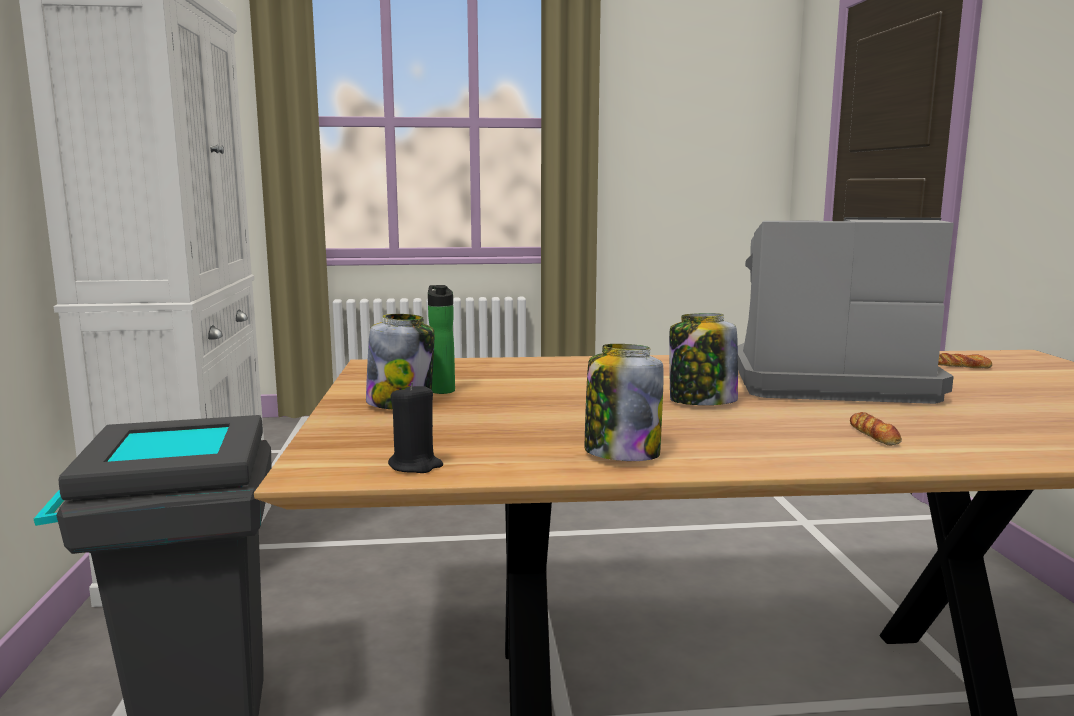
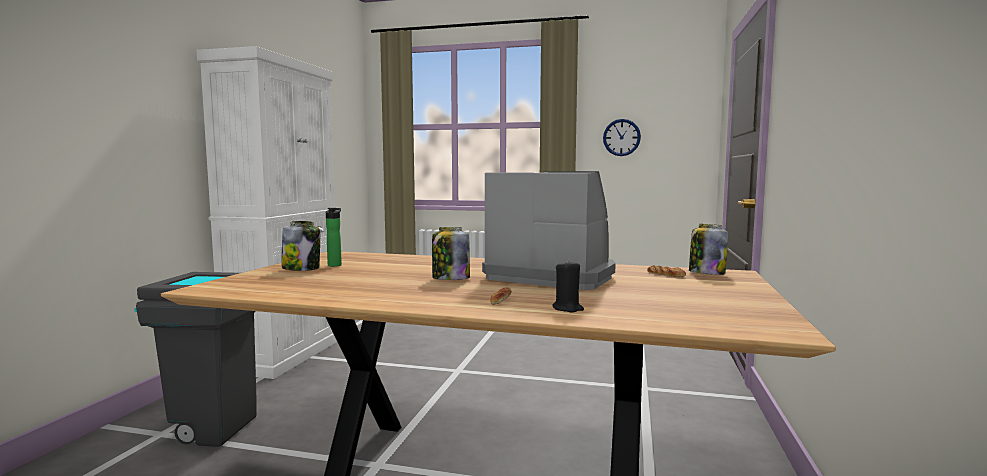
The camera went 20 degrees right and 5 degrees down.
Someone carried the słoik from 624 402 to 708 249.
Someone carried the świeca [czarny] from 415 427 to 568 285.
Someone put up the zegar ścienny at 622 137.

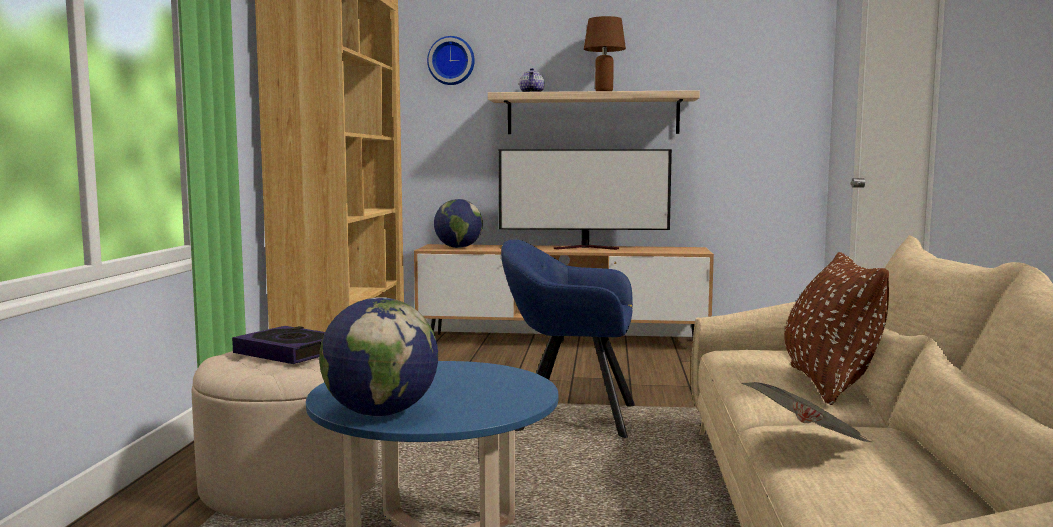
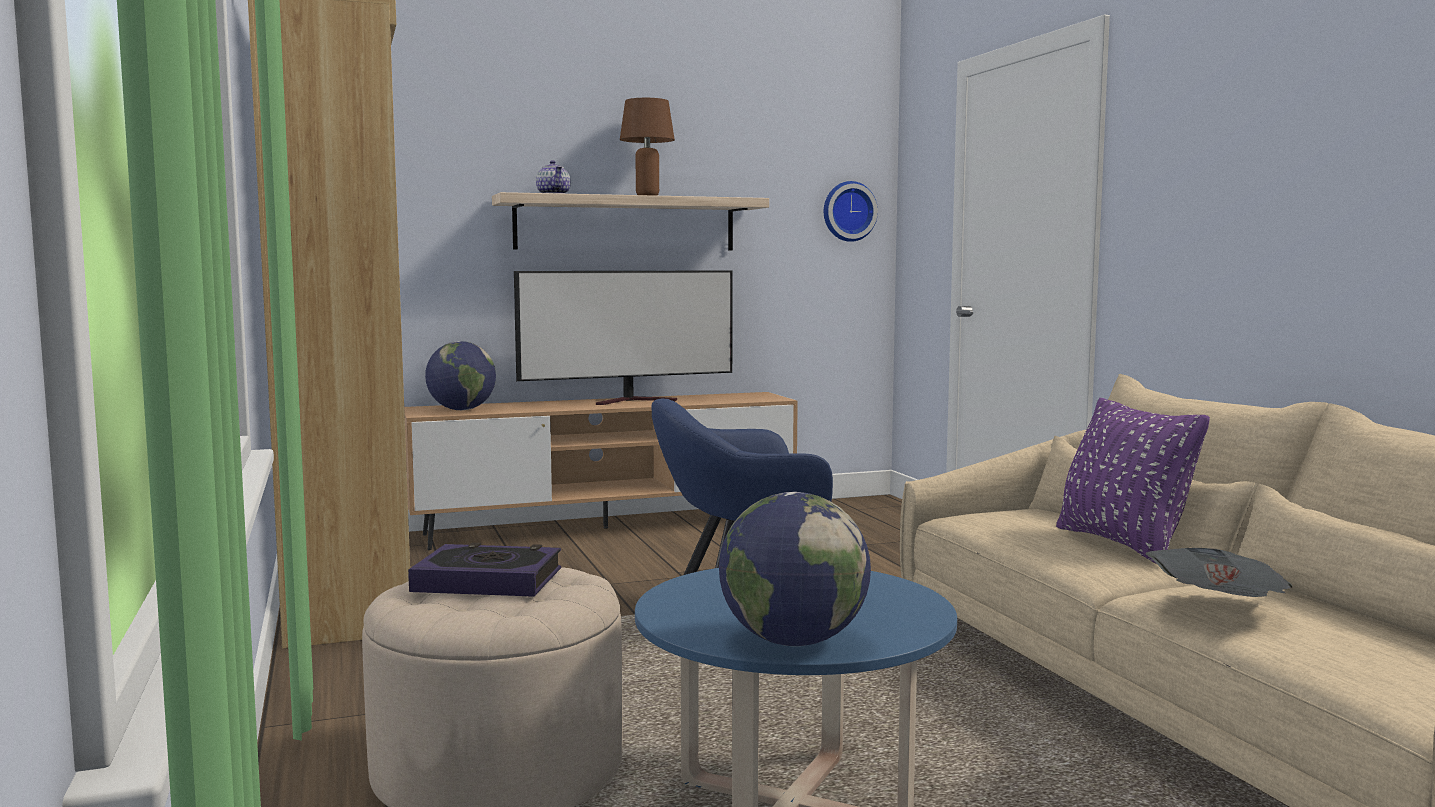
The camera went 25 degrees left and 0 degrees up.
Someone carried the zegar ścienny from 451 60 to 851 211.
Someone repainted the poduszka [brązowy] at 837 328, which became the poduszka [fioletowy] at 1133 480.

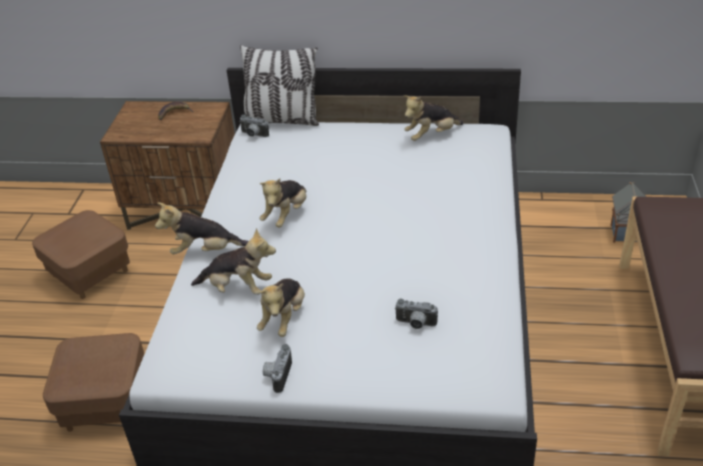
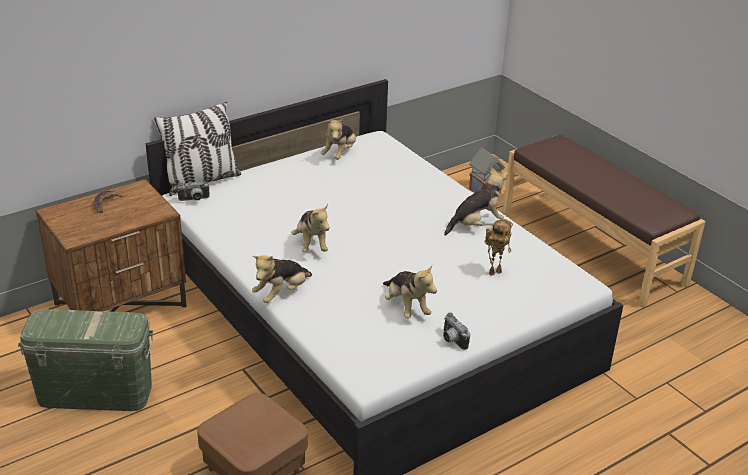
The camera went 45 degrees left and 5 degrees down.
Someone swapped the pufa [brązowy] at 81 254 for the pojemnik do przechowywania [zielony] at 85 360.
Someone carried the pluszak from 233 261 to 476 201.
Someone swapped the aparat fotograficzny at 416 314 for the robot zabawkowy at 499 247.

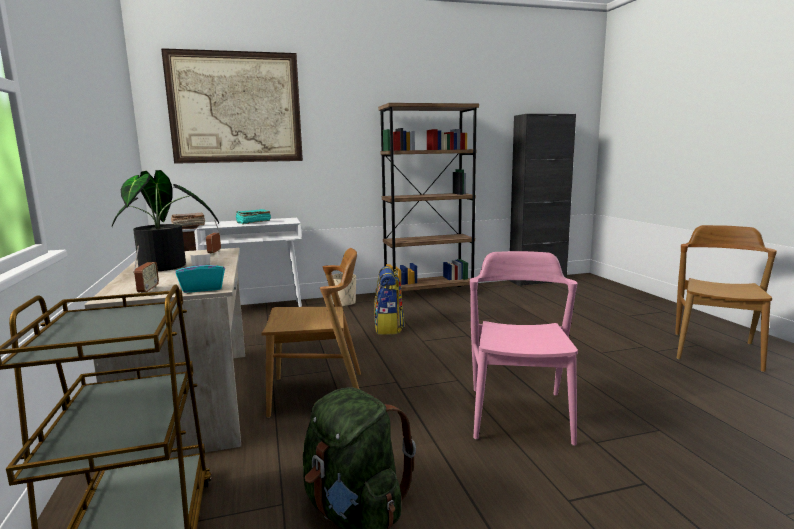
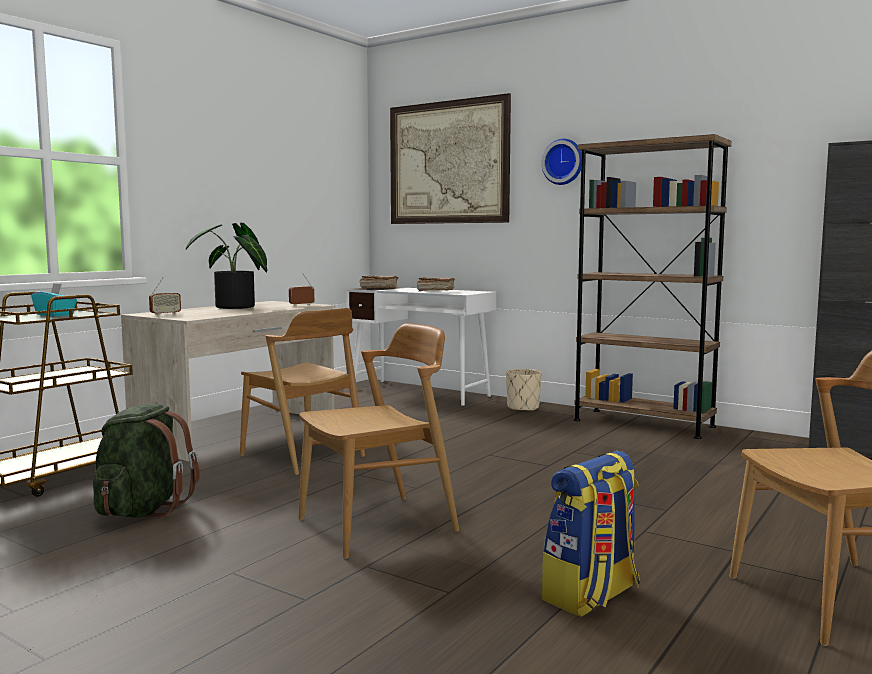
The camera went 50 degrees right and 5 degrees down.
Someone repainted the książka [turkusowy] at 253 217, which became the książka [brązowy] at 436 284.
Someone repainted the krzesło [różowy] at 524 348, which became the krzesło [brązowy] at 378 441.
Someone carried the pudełko chusteczek [turkusowy] from 200 273 to 54 300.
Someone carried the plecak from 389 300 to 591 534.
Someone put up the zegar ścienny at 561 162.

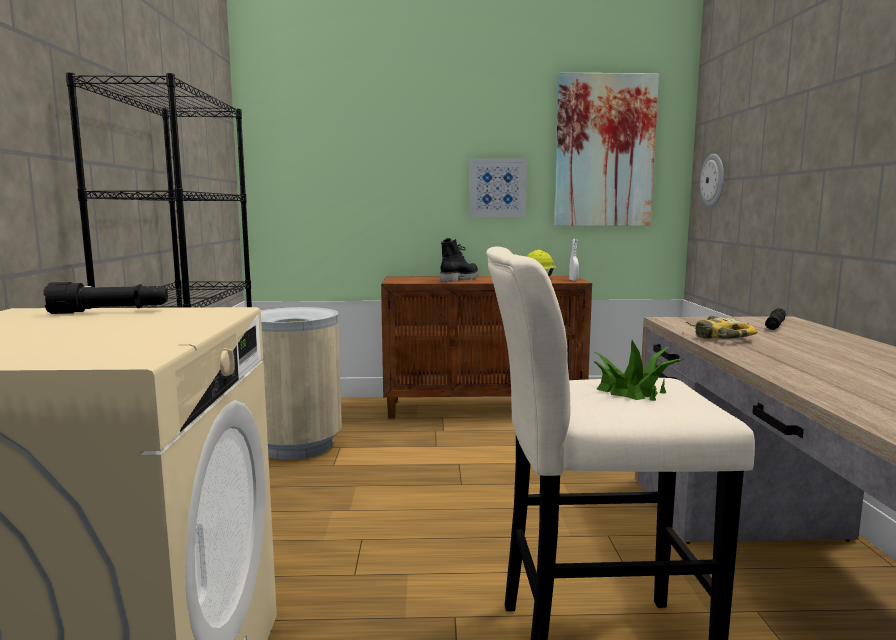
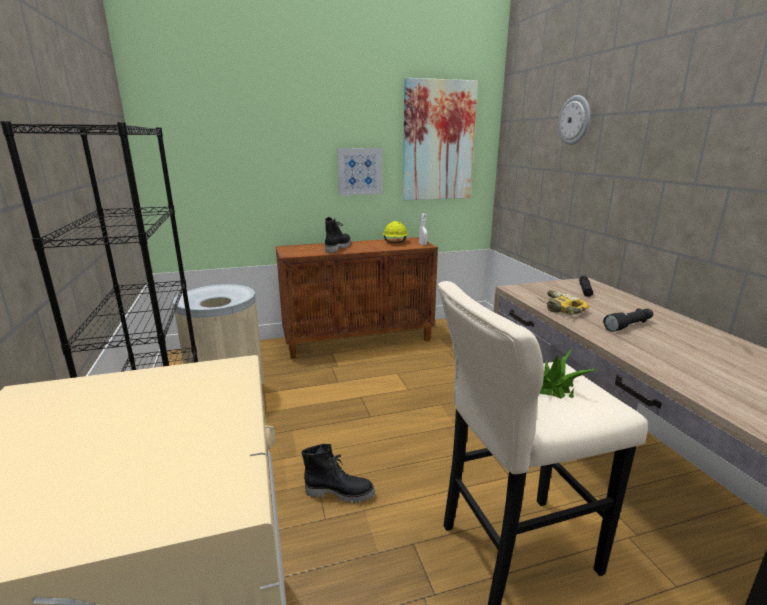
The camera went 15 degrees left and 10 degrees up.
Someone carried the zegar ścienny from 712 180 to 574 120.
Someone carried the latarka [czarny] from 105 298 to 628 320.
Someone put down the but z cholewką [czarny] at 338 473.

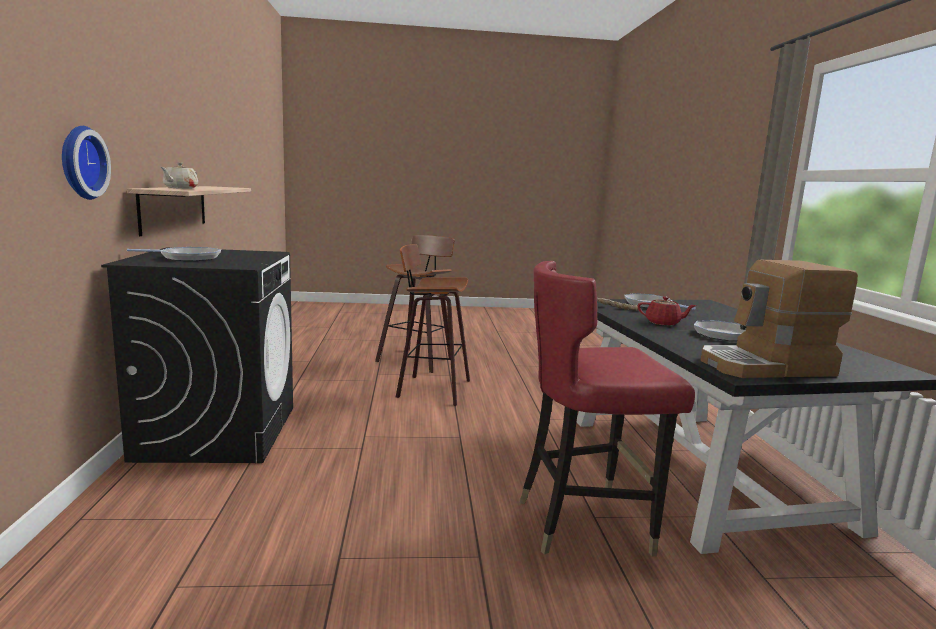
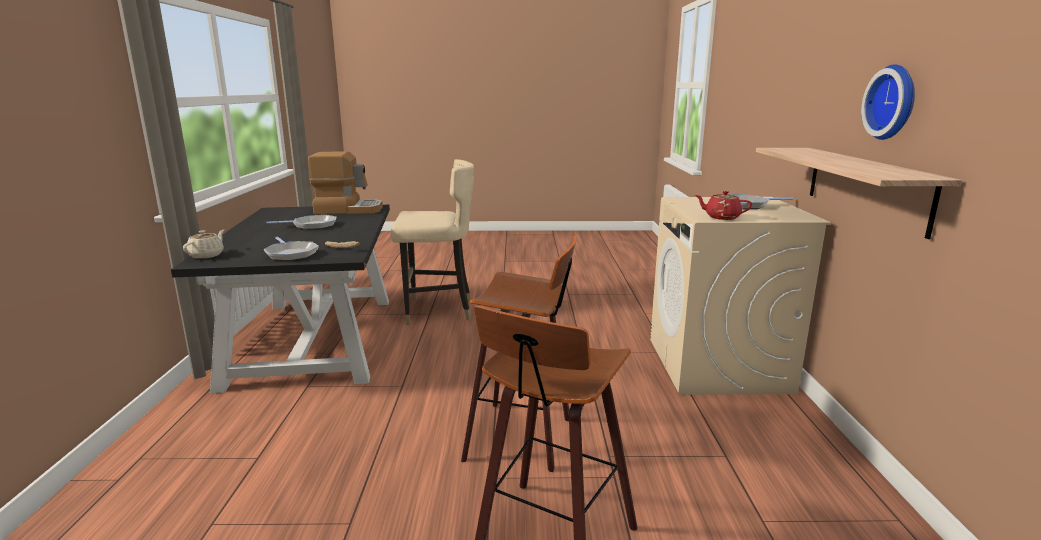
The camera went 175 degrees left and 5 degrees up.
Someone carried the zegar ścienny from 86 163 to 888 102.
Someone carried the imbryk [beżowy] from 179 175 to 203 244.
Someone repainted the pralka [czarny] at 197 355, which became the pralka [beżowy] at 740 296.
Someone repainted the krzesło [czerwony] at 607 408, which became the krzesło [beżowy] at 432 242.
Someone carried the imbryk [czerwony] from 667 311 to 723 205.

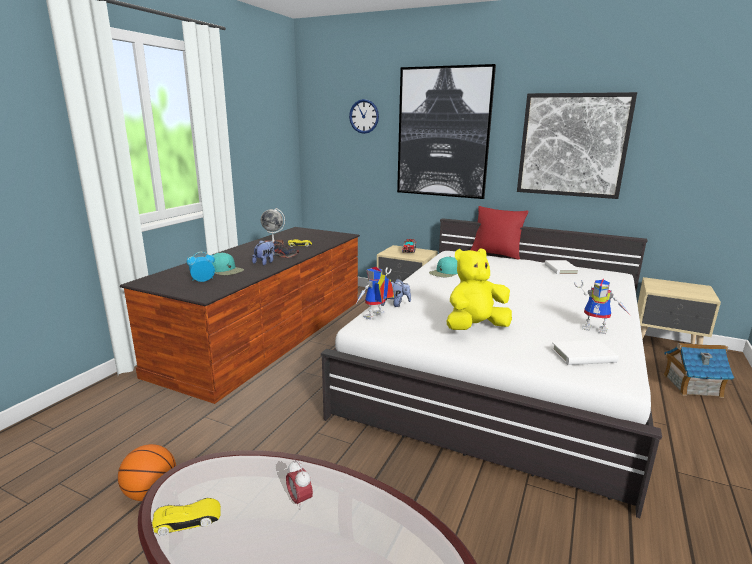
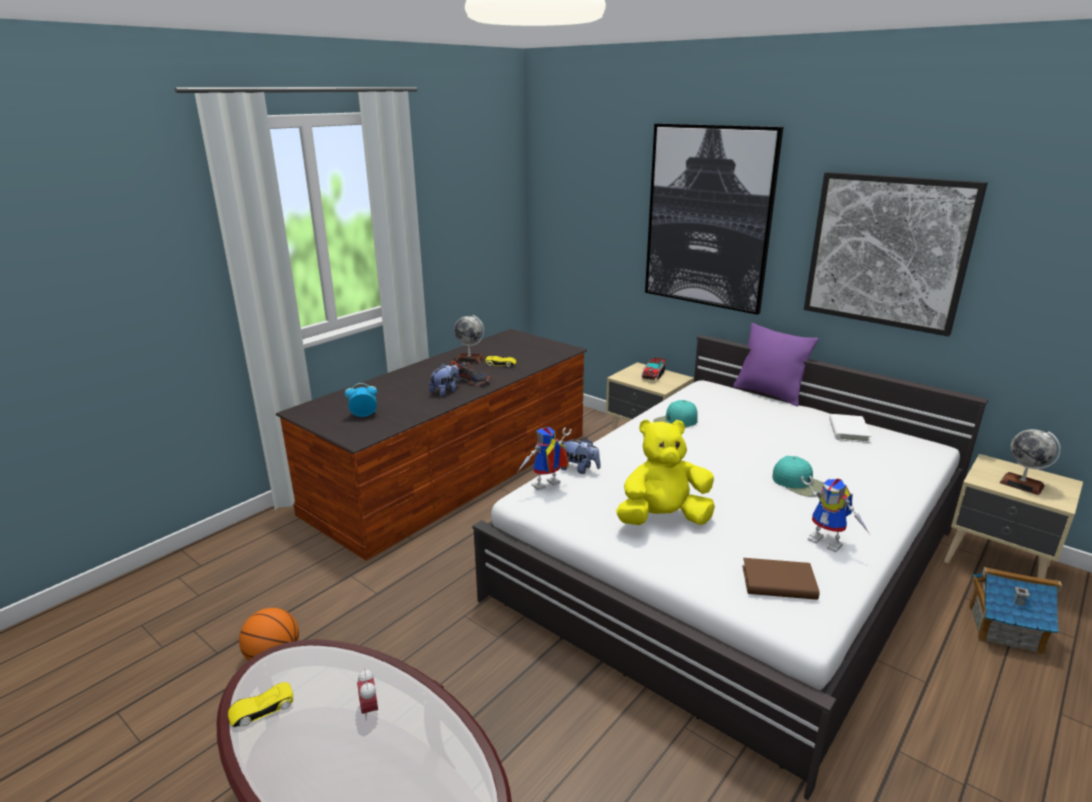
The camera went 15 degrees right and 5 degrees up.
Someone took away the zegar ścienny at 364 116.
Someone repainted the poduszka [czerwony] at 499 233, which became the poduszka [fioletowy] at 775 364.
Someone carried the czapka z daszkiem [turkusowy] from 228 264 to 797 476.
Someone repainted the książka [biały] at 584 352, which became the książka [brązowy] at 781 579.
Someone rotated the samochodzik [żółty] at 186 517 by 150 degrees clockwise.
Someone put down the globus at 1030 462.

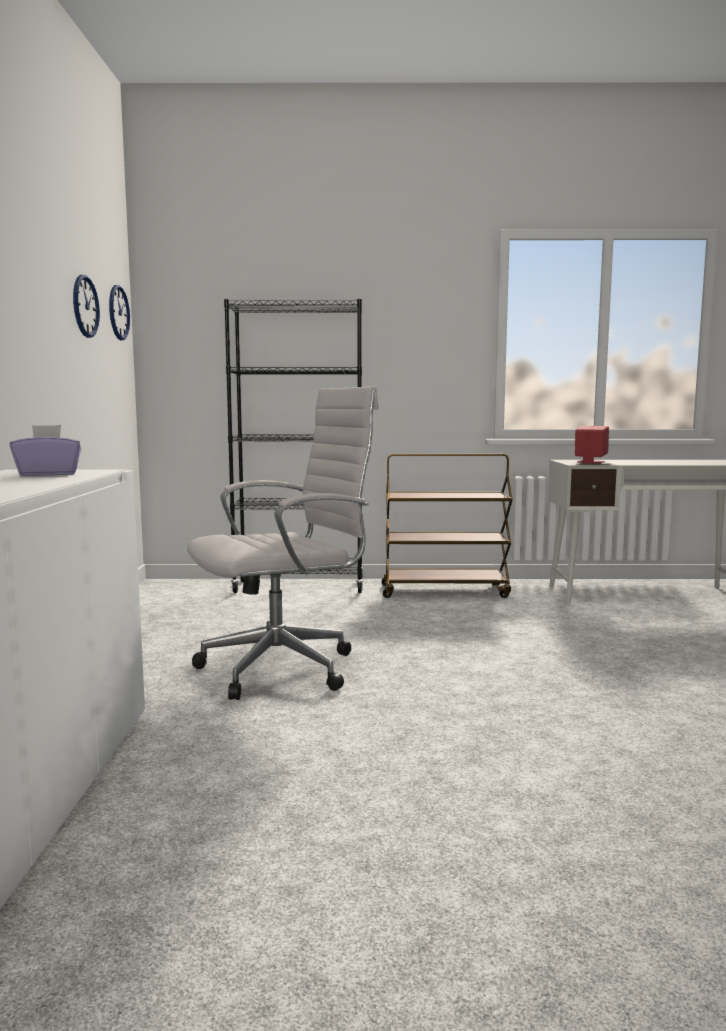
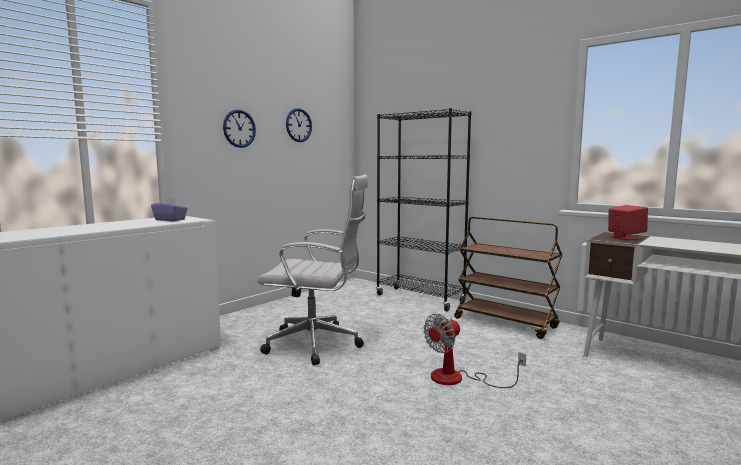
The camera went 40 degrees right and 0 degrees up.
Someone carried the zegar ścienny from 119 312 to 239 129.
Someone put down the wentylator at 474 351.

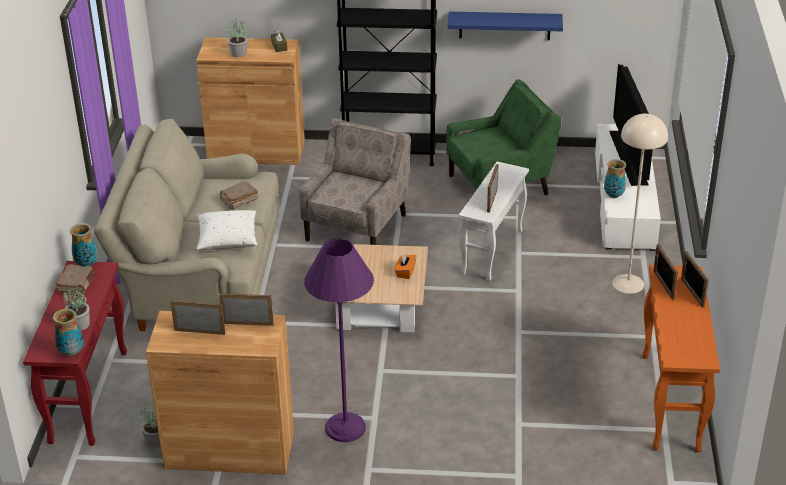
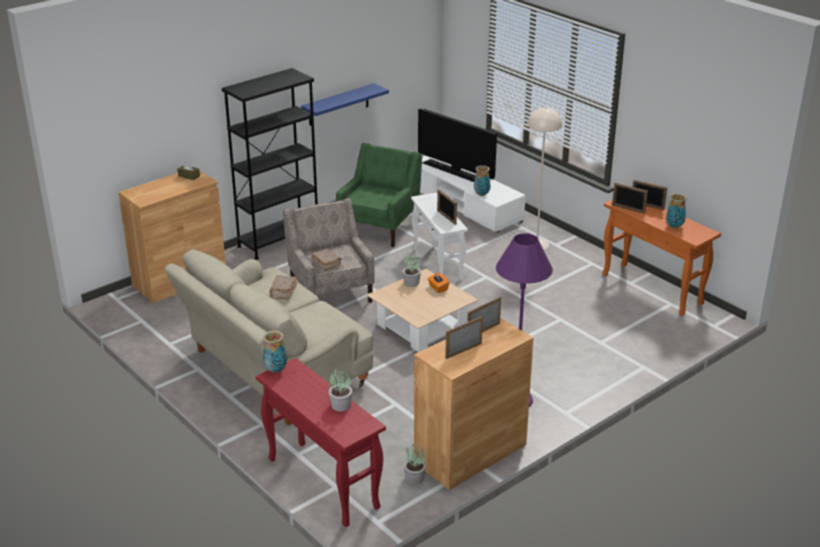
The camera went 45 degrees left and 5 degrees down.
Someone carried the roślina doniczkowa from 237 38 to 411 269.
Someone took away the poduszka [biały] at 226 230.
Someone carried the książka [brązowy] from 75 280 to 326 260.
Someone carried the wazon from 68 332 to 676 211.

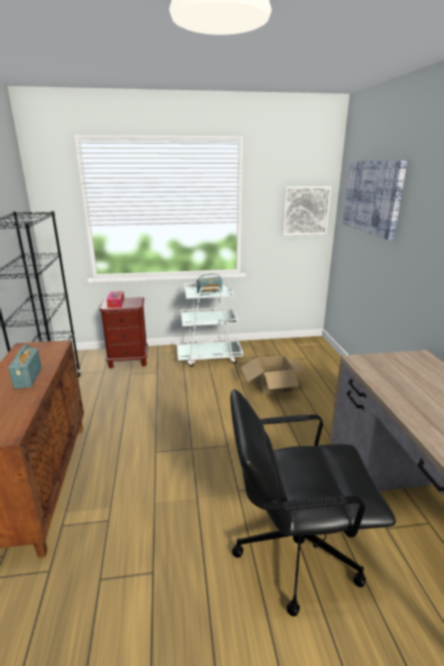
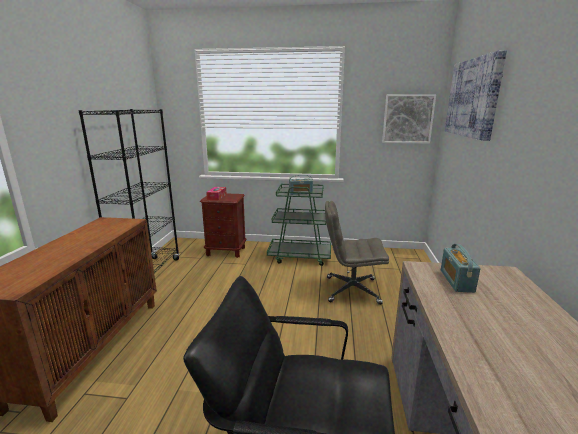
The camera went 15 degrees right and 5 degrees down.
Someone repainted the wózek [biały] at 210 322, which became the wózek [zielony] at 299 225.
Someone carried the radio from 25 367 to 461 268.
Someone swapped the karton at 274 375 for the krzesło biurowe [szary] at 357 253.

